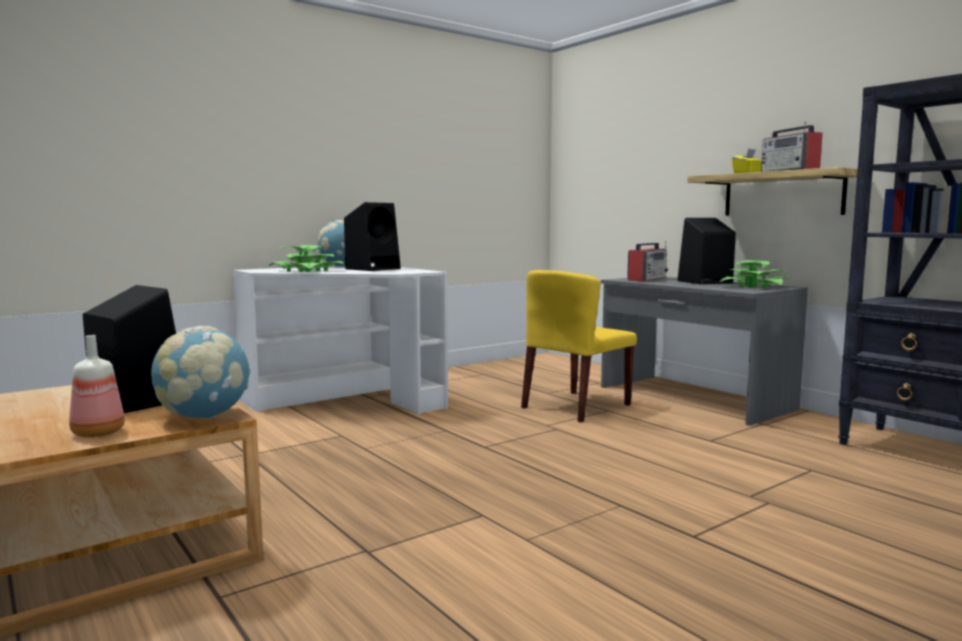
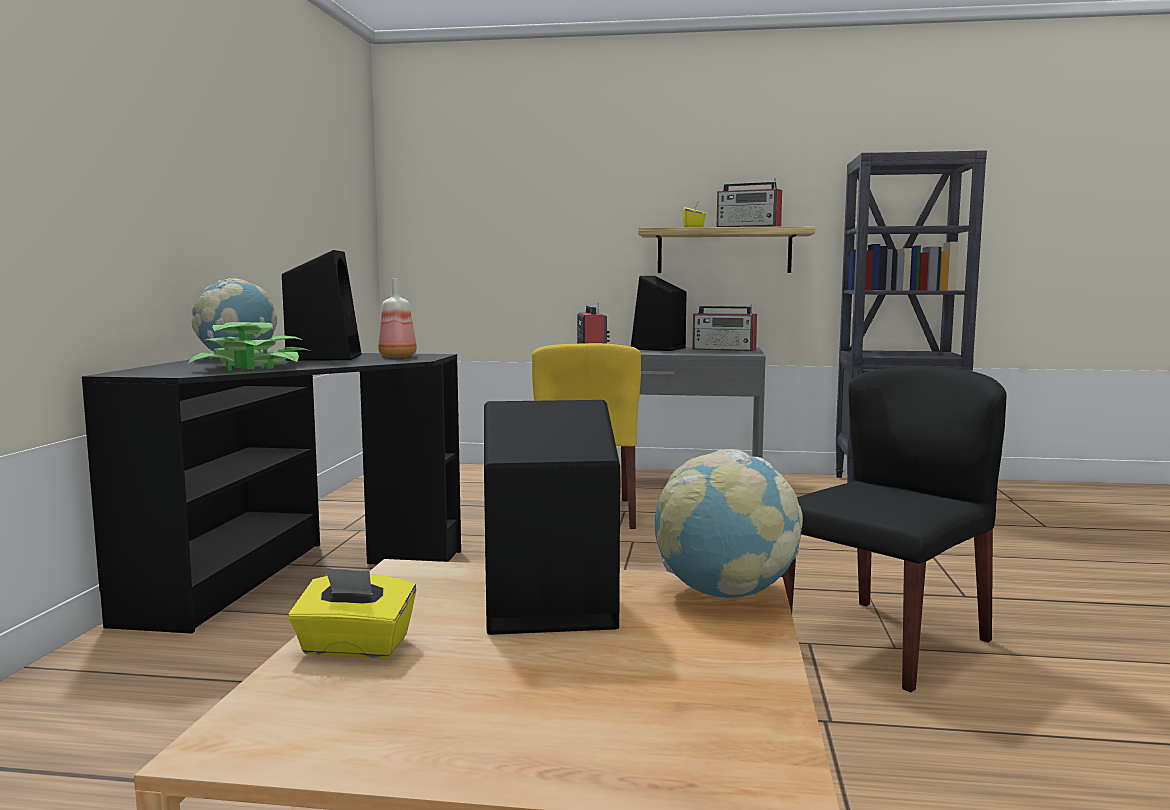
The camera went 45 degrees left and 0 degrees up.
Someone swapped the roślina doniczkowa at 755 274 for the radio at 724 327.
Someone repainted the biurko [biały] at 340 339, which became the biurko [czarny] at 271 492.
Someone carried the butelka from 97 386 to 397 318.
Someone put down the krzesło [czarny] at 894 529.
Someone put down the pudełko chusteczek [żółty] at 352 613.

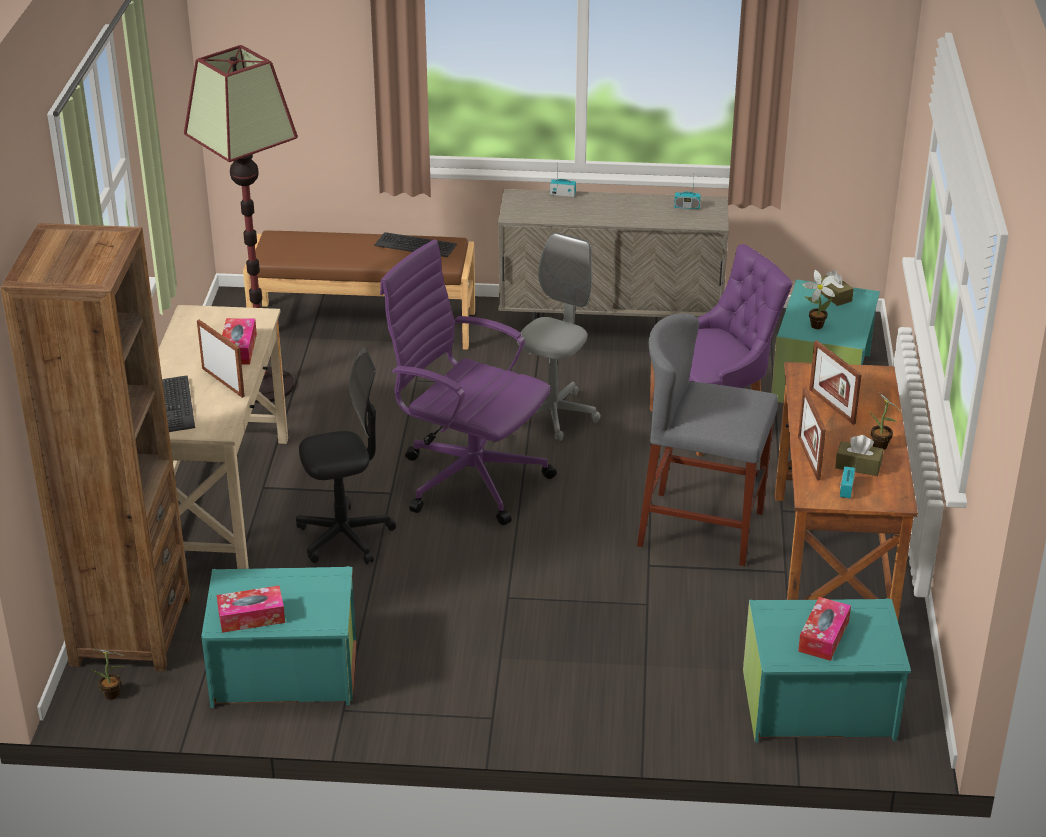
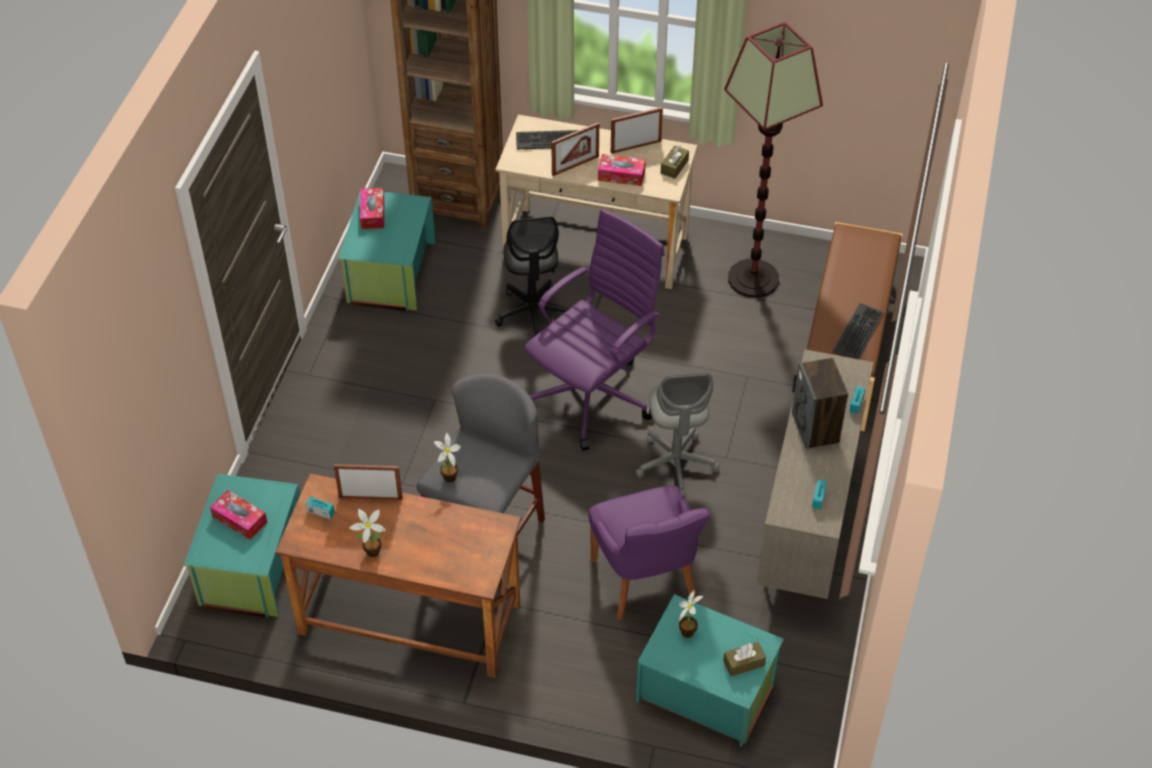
The camera went 100 degrees right and 15 degrees up.
Someone rotated the krzesło biurowe [szary] at 559 336 by 45 degrees clockwise.
Someone carried the ramka na zdjęcie from 835 382 to 637 130.
Someone carried the pudełko chusteczek [brązowy] from 859 455 to 675 162.
Someone carried the roślina doniczkowa from 107 674 to 447 458.
Someone put down the głośnik at 820 403.

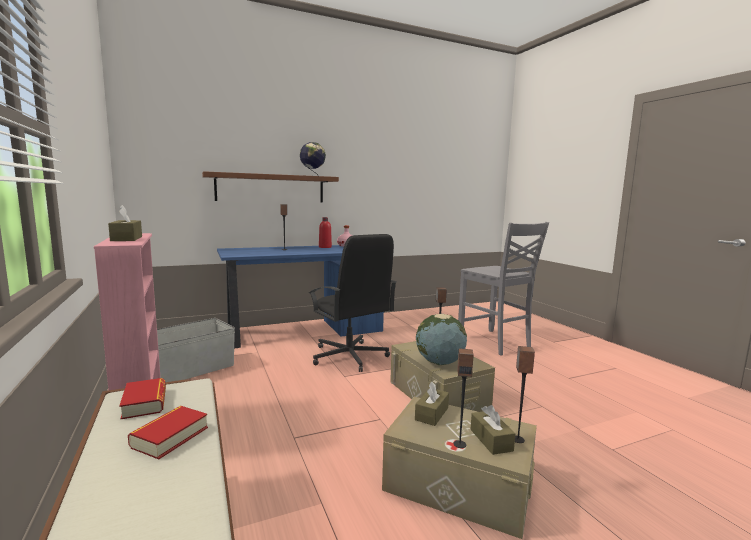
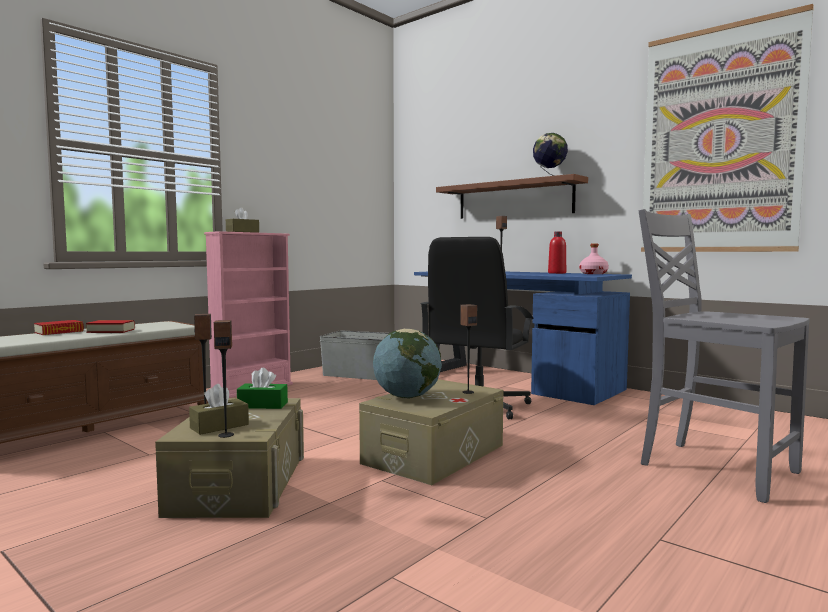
The camera went 65 degrees right and 5 degrees down.
Someone rotated the krzesło [szary] at 503 289 by 105 degrees clockwise.
Someone carried the książka from 142 398 to 59 327.
Someone repainted the pudełko chusteczek [brązowy] at 432 404, which became the pudełko chusteczek [zielony] at 262 388.
Someone put up the obraz at 727 128.

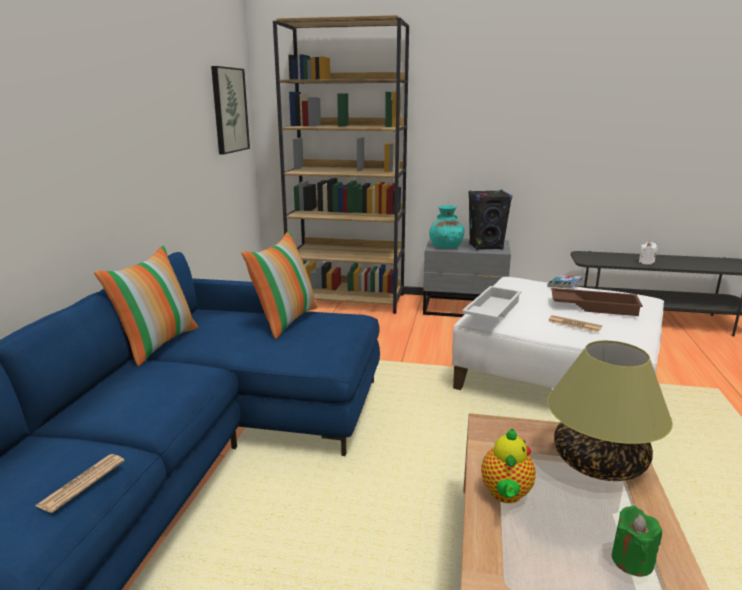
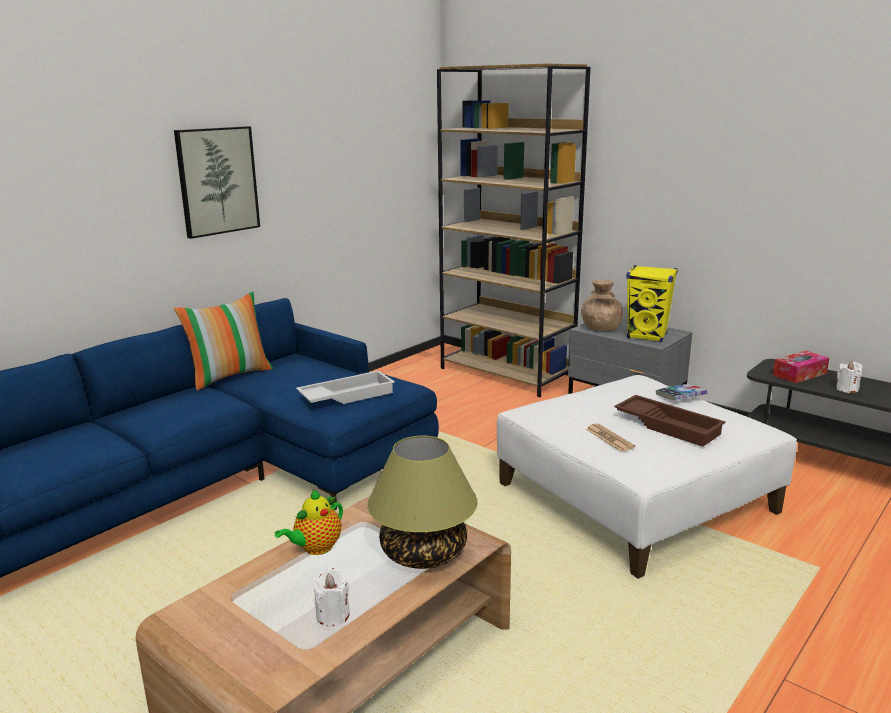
The camera went 30 degrees right and 0 degrees up.
Someone carried the obraz from 230 110 to 217 182.
Someone repainted the głośnik [czarny] at 490 220, which became the głośnik [żółty] at 652 303.
Someone repainted the wazon [turkusowy] at 446 227, which became the wazon [brązowy] at 602 305.
Someone took away the poduszka at 279 285.
Someone carried the taca [biały] from 492 303 to 345 387.
Someone took away the gazeta at 80 483.
Someone repainted the świeca [zielony] at 637 541, which became the świeca [biały] at 331 597.
Someone put down the pudełko chusteczek at 800 367.

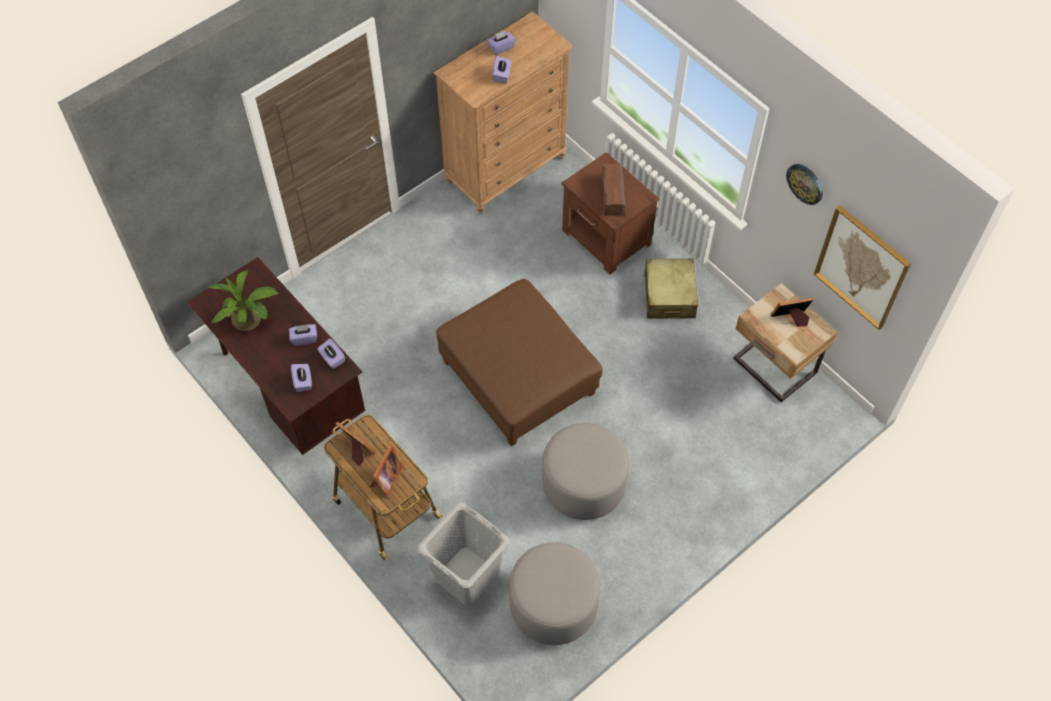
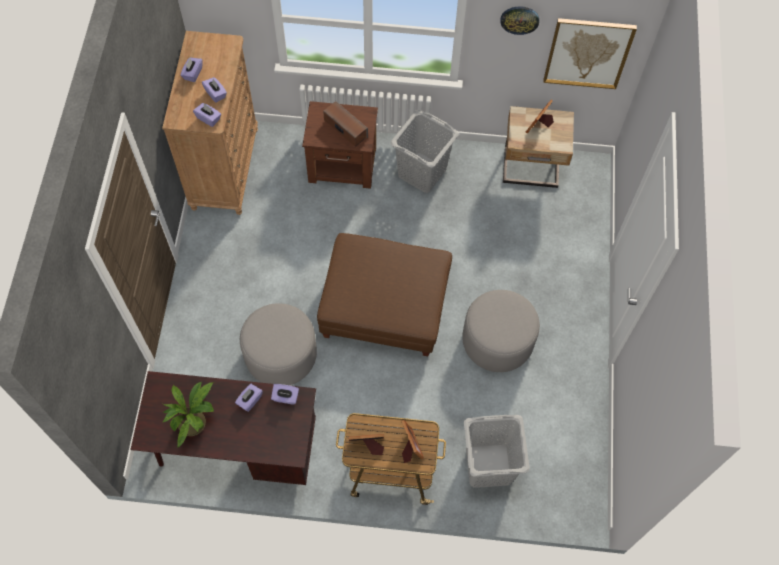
The camera went 45 degrees left and 5 degrees up.
Someone swapped the walizka [beżowy] at 671 289 for the kosz na pranie [szary] at 424 151.
Someone carried the pudełko chusteczek [fioletowy] from 301 378 to 207 115.
Someone carried the pufa [szary] from 554 594 to 278 344.

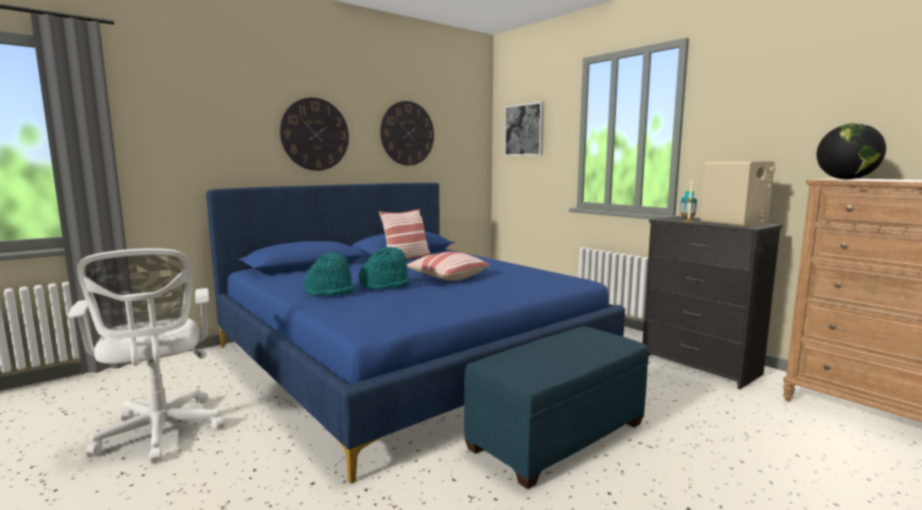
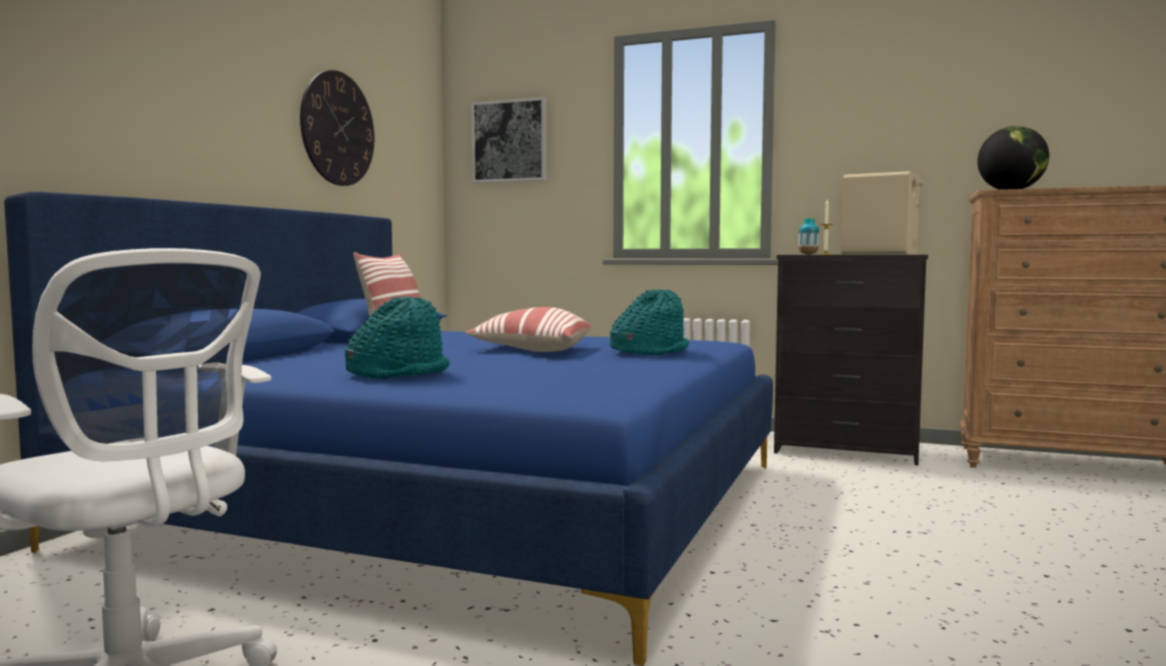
The camera went 30 degrees left and 5 degrees down.
Someone took away the zegar ścienny at 314 134.
Someone carried the kapelusz [turkusowy] from 385 268 to 649 322.
Someone took away the pufa [niebieski] at 556 407.

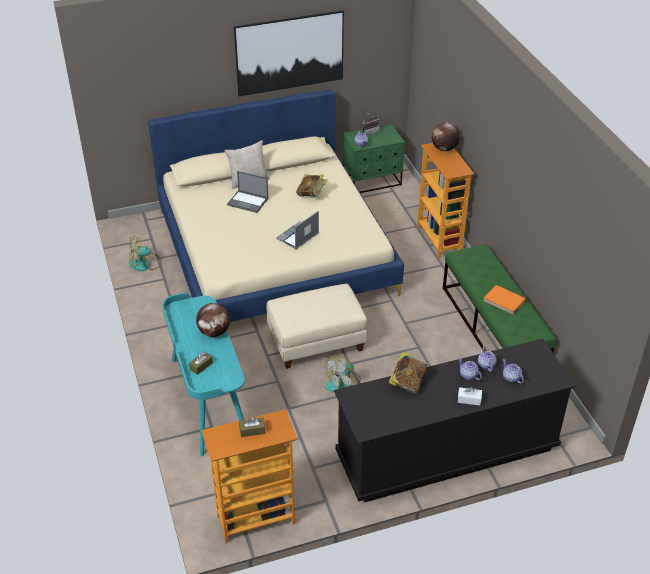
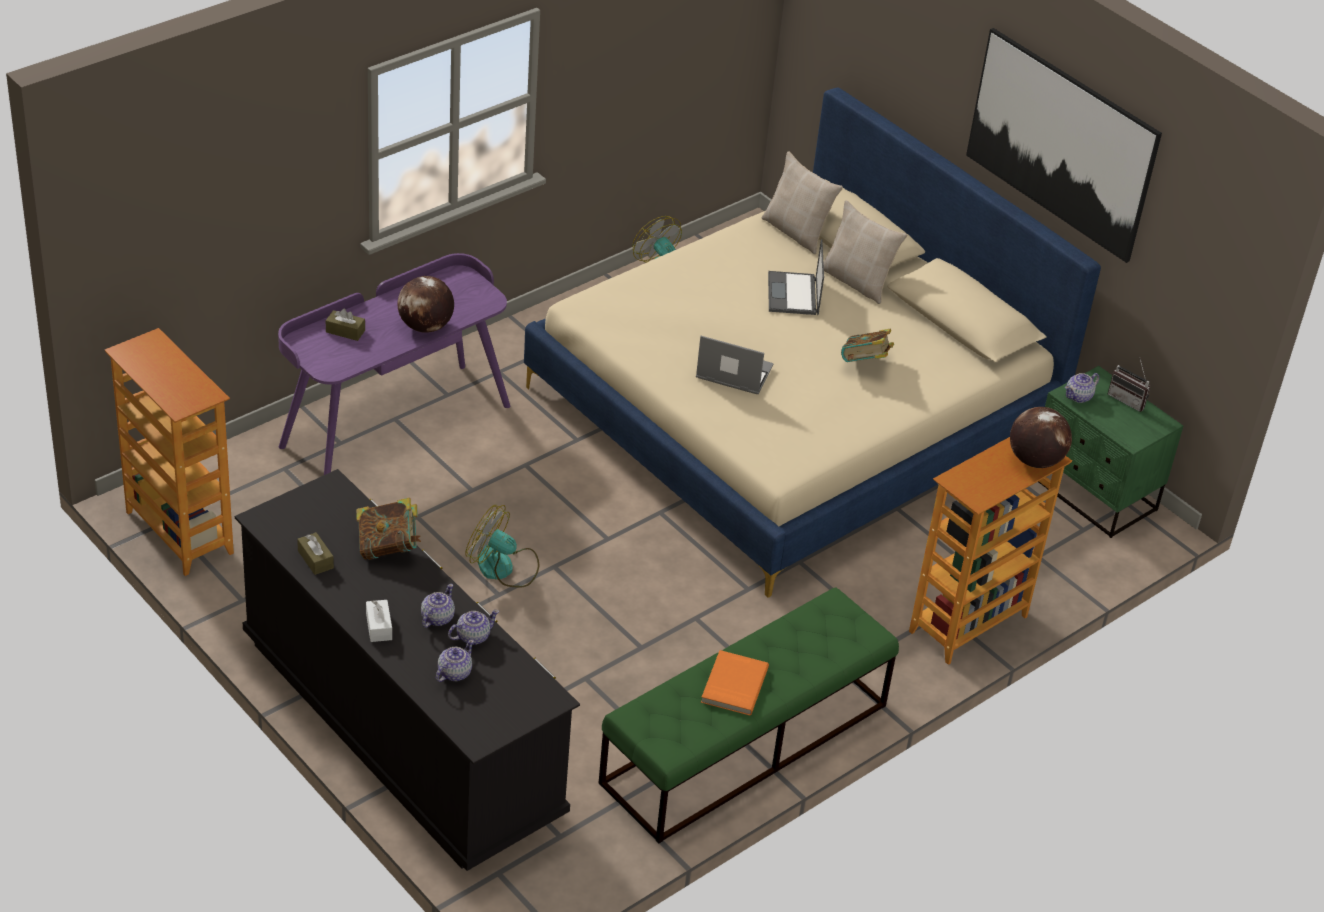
The camera went 65 degrees right and 0 degrees up.
Someone took away the pufa [beżowy] at 316 326.
Someone repainted the biurko [turkusowy] at 203 375, which became the biurko [fioletowy] at 394 364.
Someone carried the pudełko chusteczek [brązowy] from 252 427 to 315 553.
Someone put down the poduszka [beżowy] at 802 203.

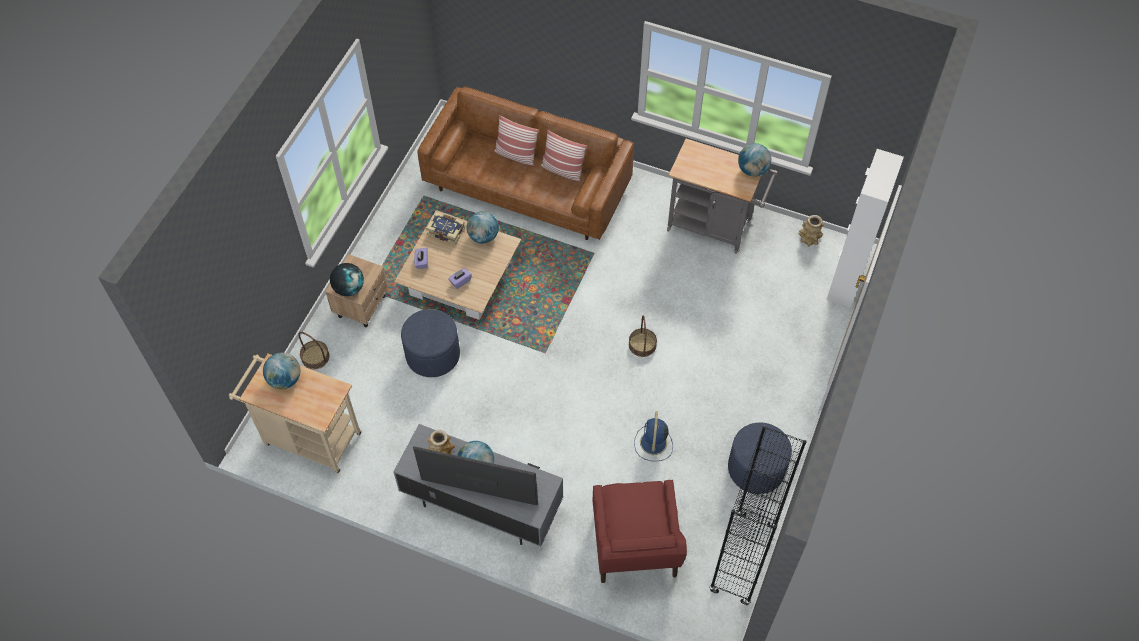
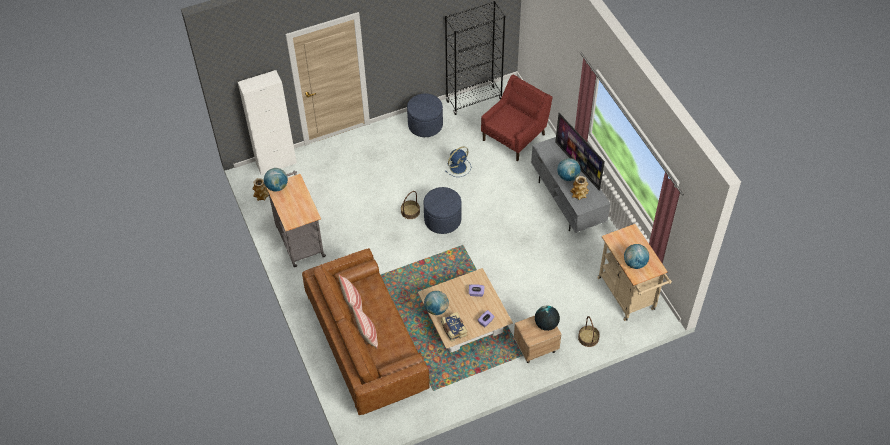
The camera went 135 degrees left and 5 degrees down.
Someone carried the pufa [niebieski] from 430 343 to 442 210.

